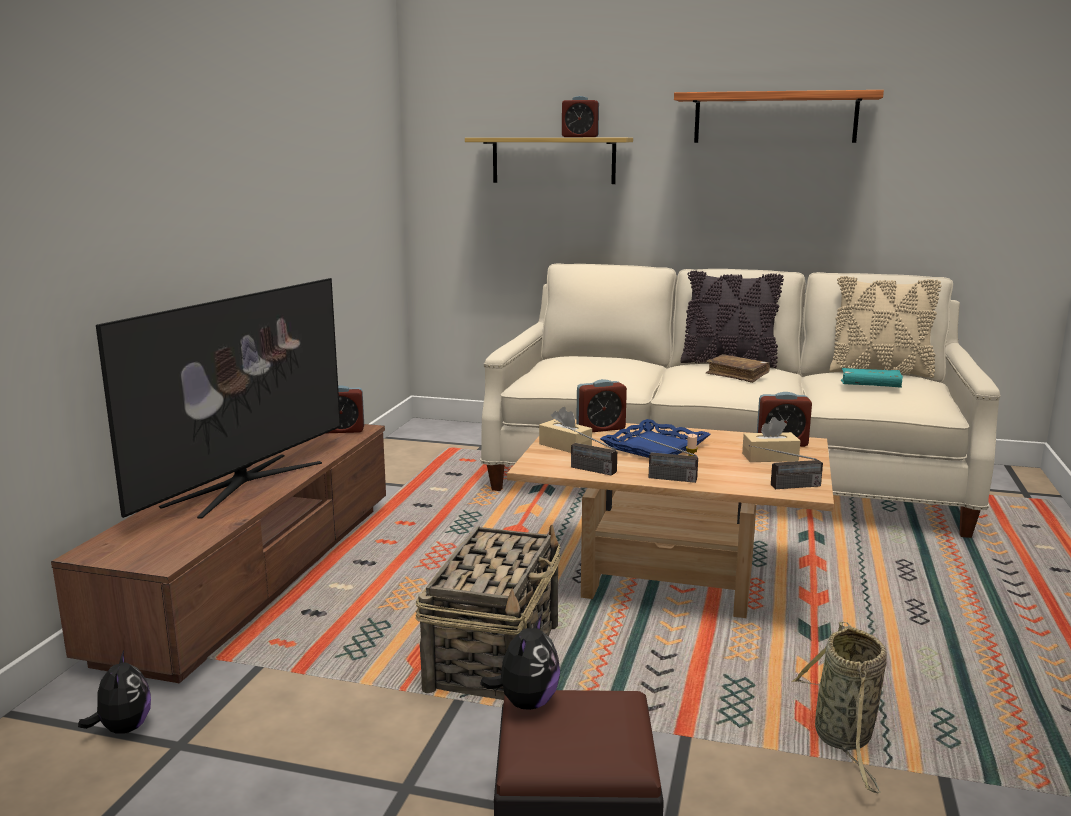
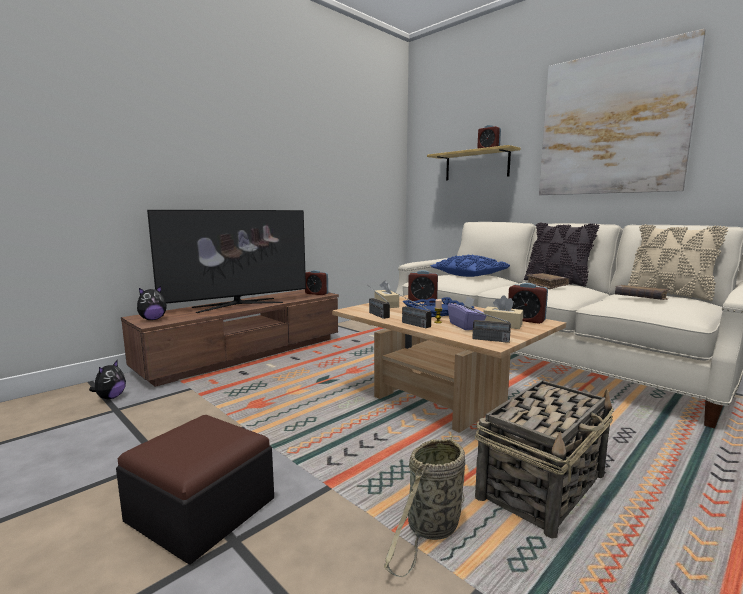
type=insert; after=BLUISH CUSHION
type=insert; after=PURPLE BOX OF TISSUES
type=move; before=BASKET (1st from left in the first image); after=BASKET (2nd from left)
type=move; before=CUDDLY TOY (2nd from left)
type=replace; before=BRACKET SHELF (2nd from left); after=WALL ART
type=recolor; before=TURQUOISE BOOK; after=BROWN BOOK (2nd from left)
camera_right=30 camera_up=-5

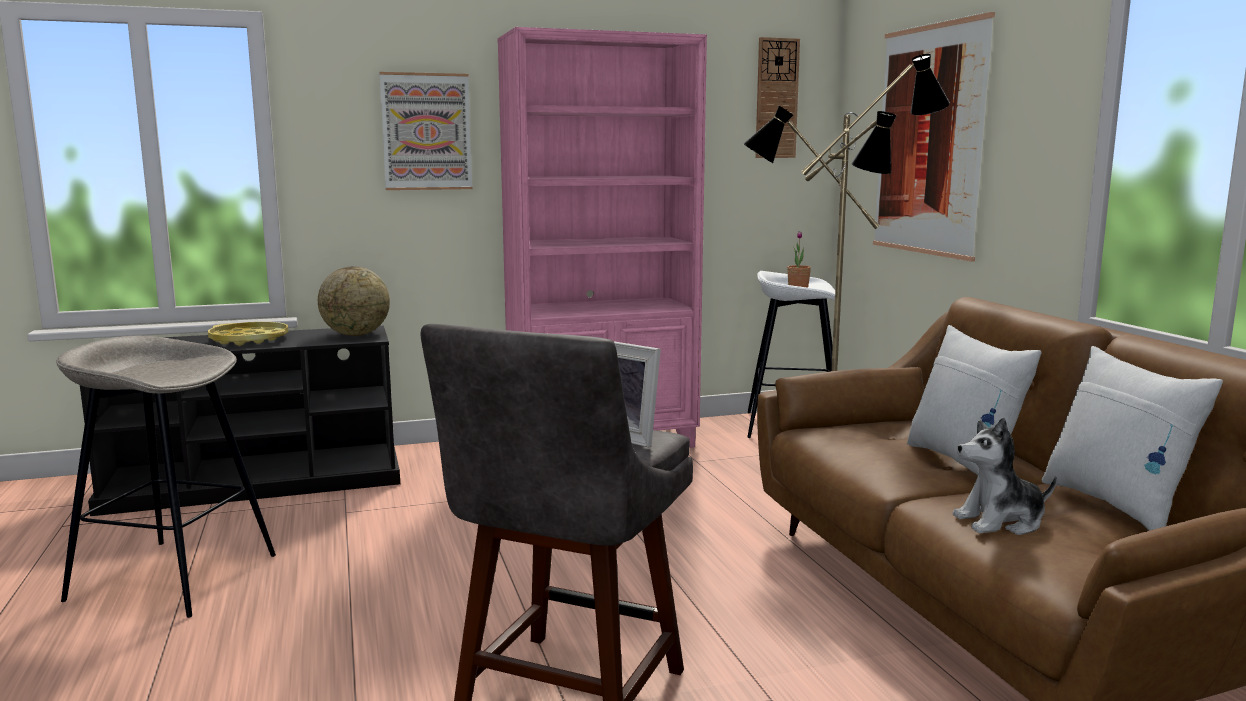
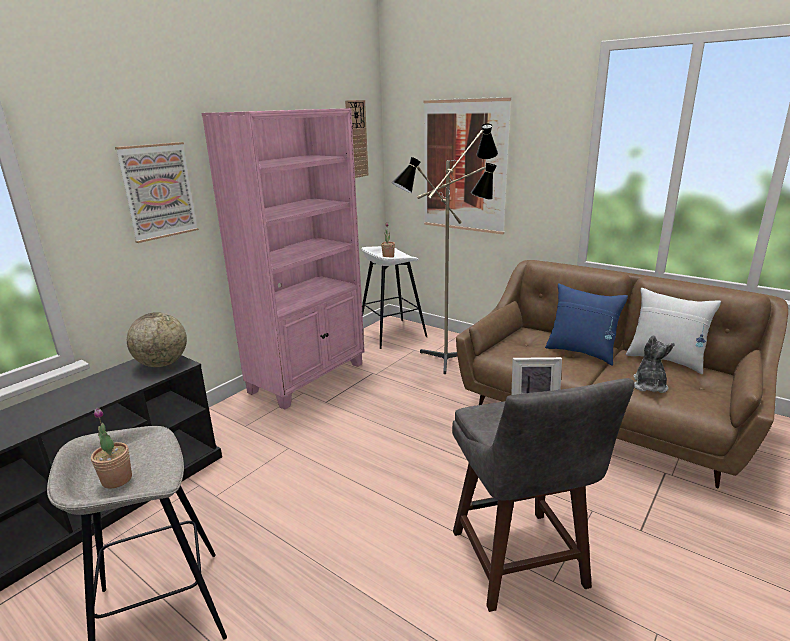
type=delete; before=YELLOW-COLOURED TRAY
type=insert; after=PLANT IN A POT (1st from left)
type=recolor; before=GREY CUSHION (1st from left); after=BLUISH CUSHION
type=rotate; before=CUDDLY TOY; turn=150
camera_right=-35 camera_up=10

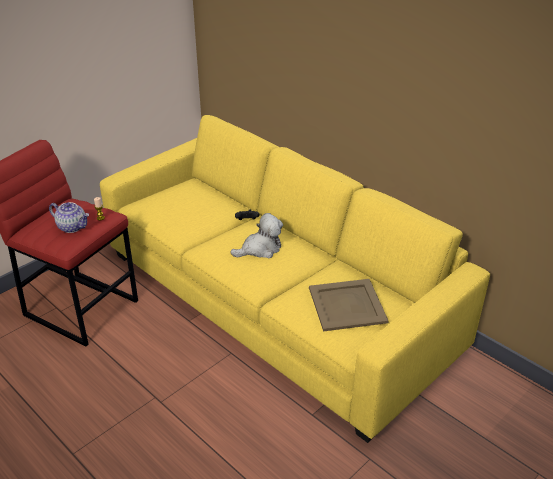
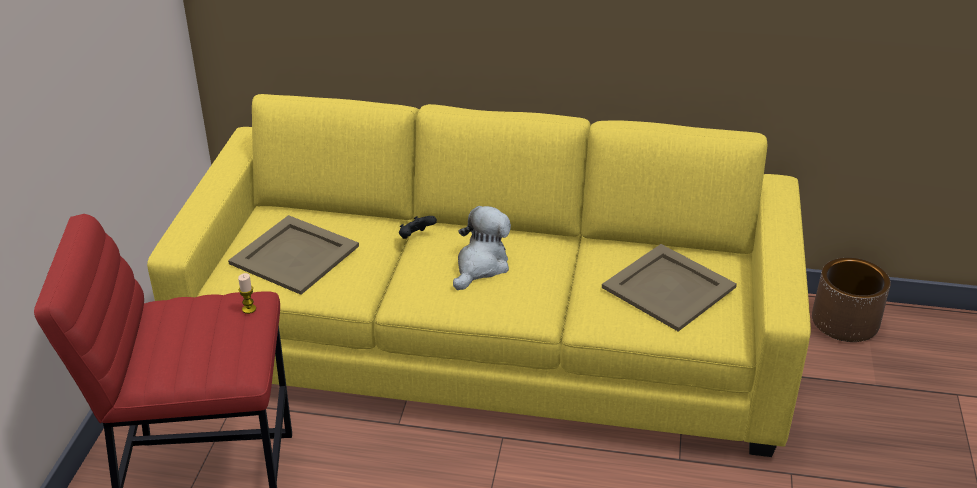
type=delete; before=TEAPOT
type=insert; after=SAND-COLOURED TRAY (1st from left)
type=insert; after=BROWN PLANTER
camera_right=-35 camera_up=0

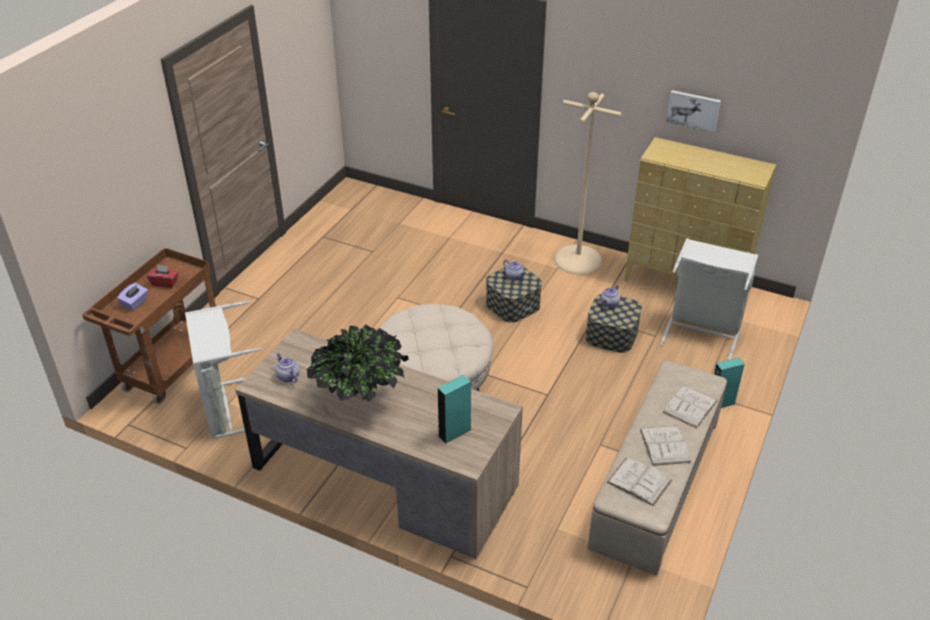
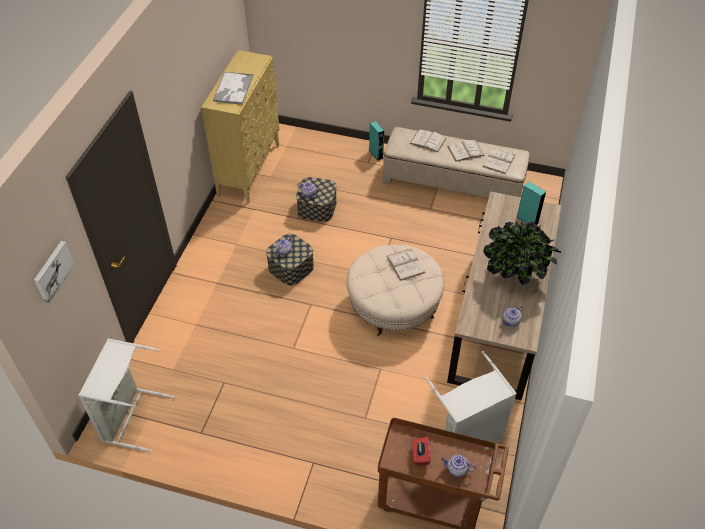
type=delete; before=SAND-COLOURED GARMENT STAND
type=insert; after=TRAY
type=insert; after=WHITISH BOOK (1st from left)
type=move; before=GREY LAUNDRY BASKET (2nd from left in the first image); after=GREY LAUNDRY BASKET (1st from left)
type=move; before=WALL ART
type=replace; before=PURPLE BOX OF TISSUES; after=TEAPOT (3rd from left)
camera_right=-100 camera_up=10

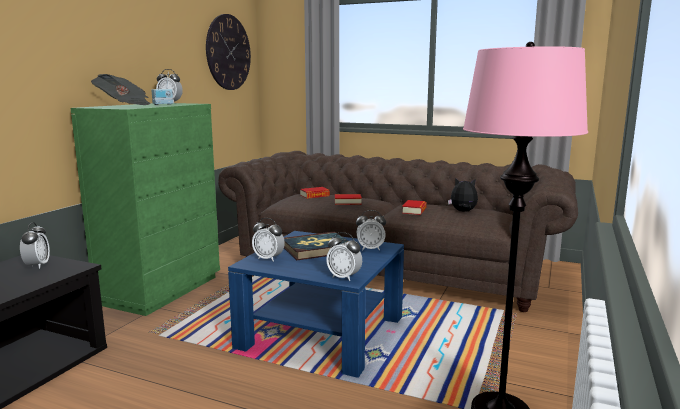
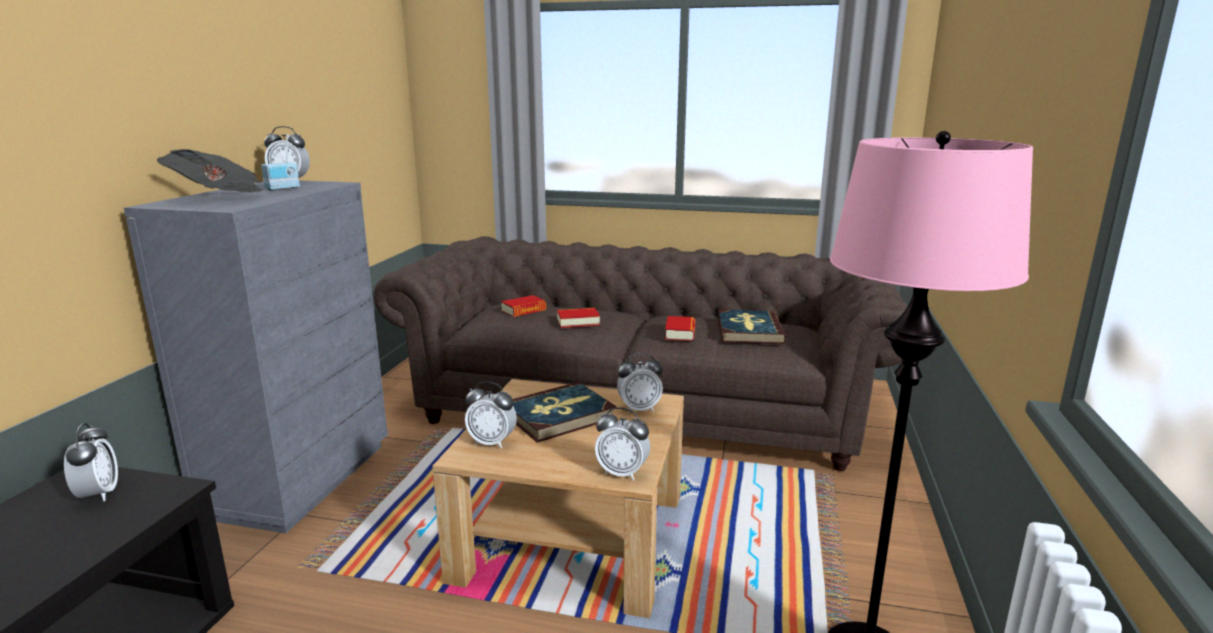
type=delete; before=CLOCK ON THE WALL
type=replace; before=CUDDLY TOY; after=BOOK (5th from left)
type=recolor; before=GREEN DRAWER CHEST; after=GREY DRAWER CHEST
type=recolor; before=BLUISH LOUNGE TABLE; after=BROWN LOUNGE TABLE
camera_right=-10 camera_up=5

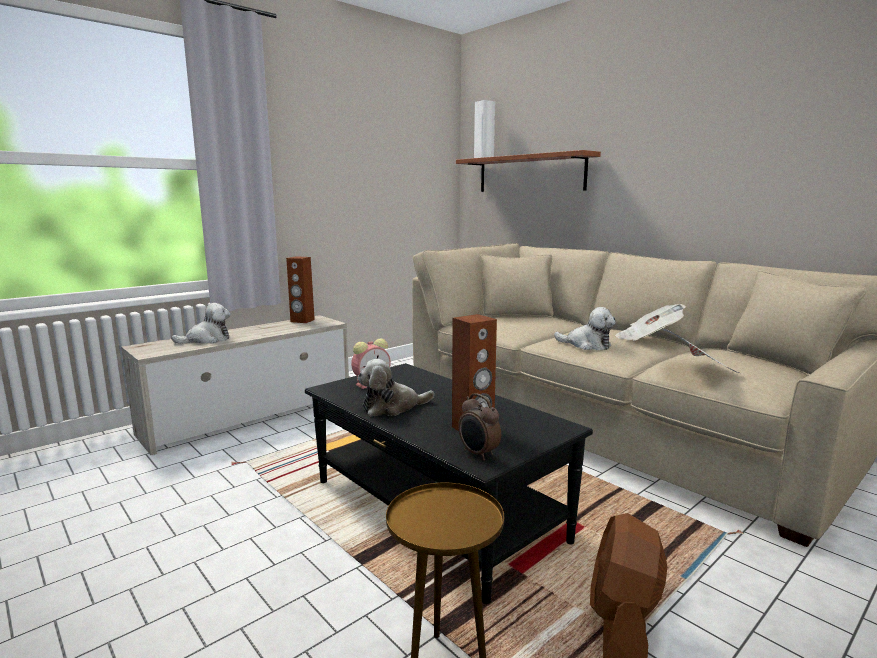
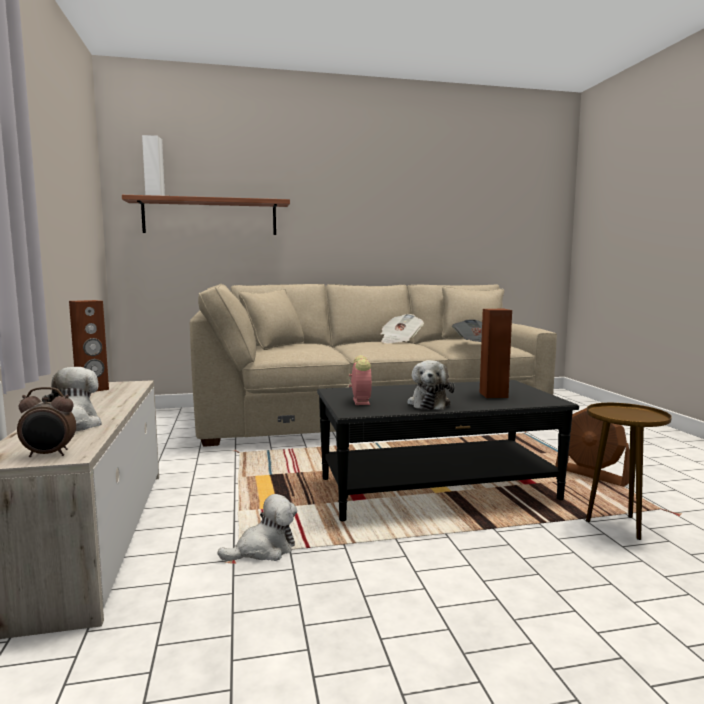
type=move; before=TABLE CLOCK (2nd from left in the first image); after=TABLE CLOCK (1st from left)
type=move; before=CUDDLY TOY (3rd from left in the first image); after=CUDDLY TOY (2nd from left)
camera_right=-60 camera_up=-5

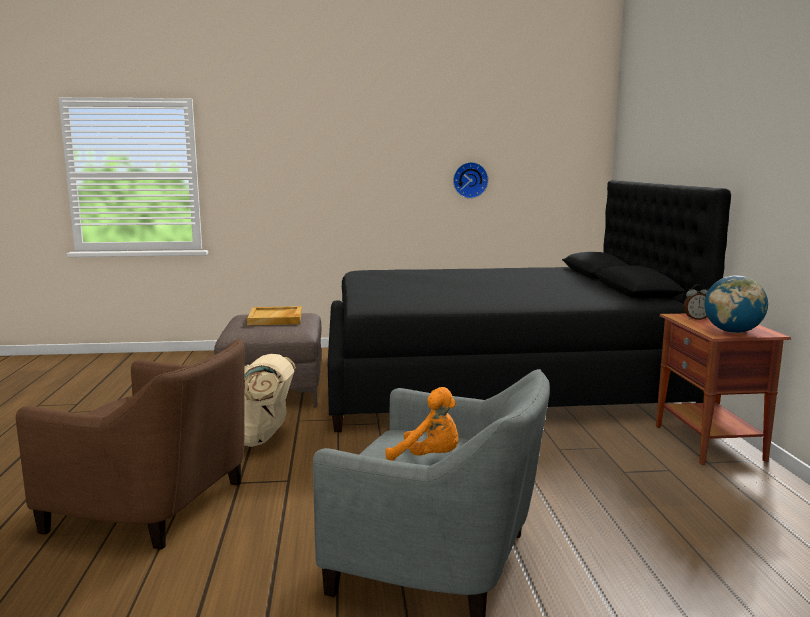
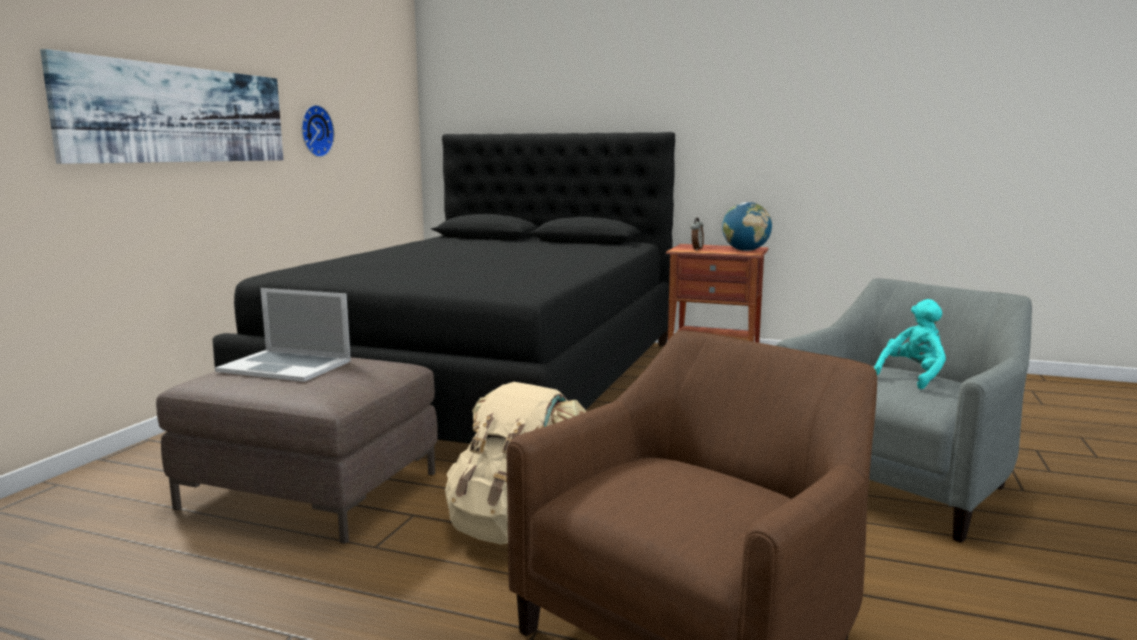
type=insert; after=WALL ART
type=replace; before=SAND-COLOURED TRAY; after=LAPTOP
type=recolor; before=ORANGE-COLOURED CUDDLY TOY; after=TURQUOISE CUDDLY TOY
camera_right=-65 camera_up=0

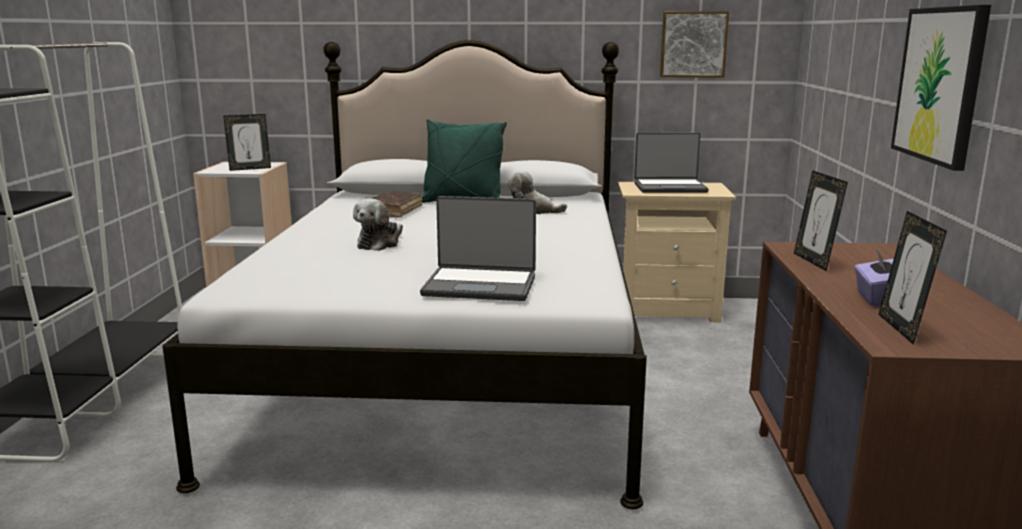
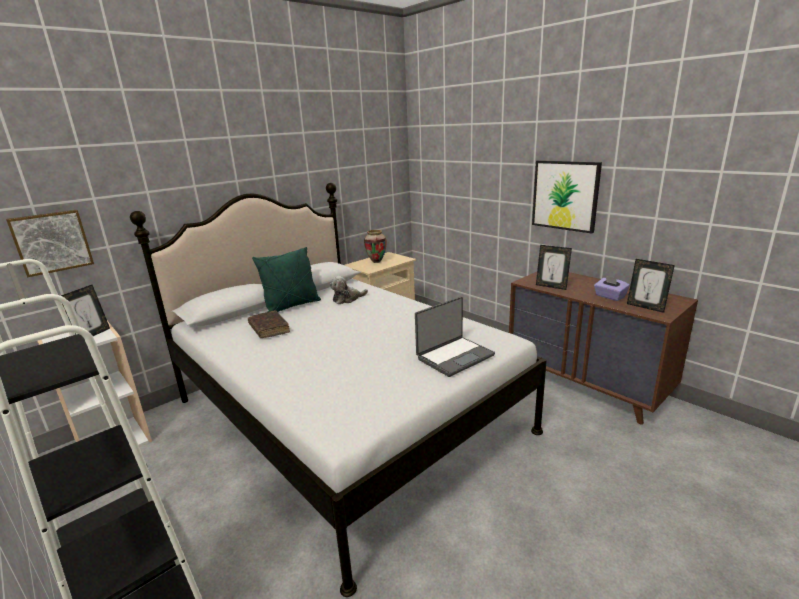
type=delete; before=CUDDLY TOY (1st from left)
type=move; before=WALL ART (1st from left)
type=replace; before=LAPTOP (2nd from left); after=DECORATIVE VASE
camera_right=-45 camera_up=5

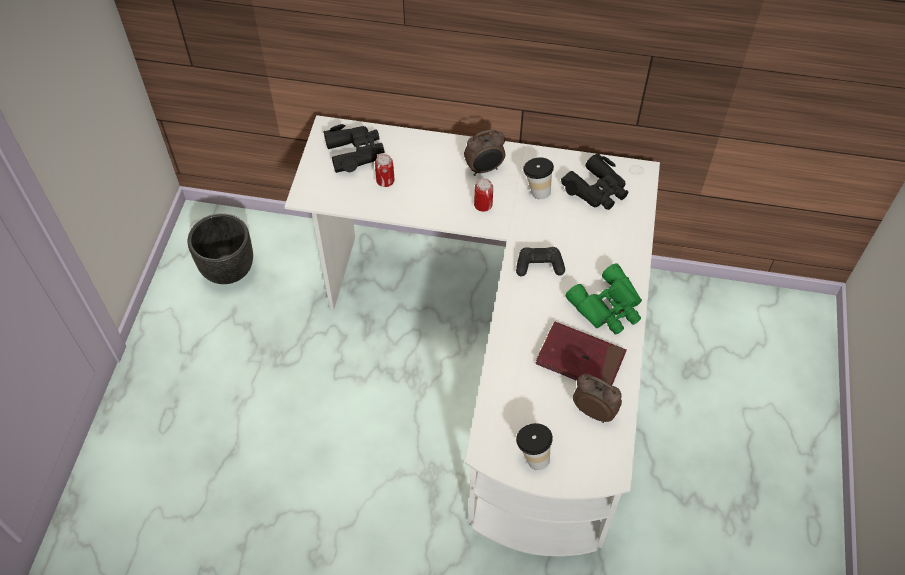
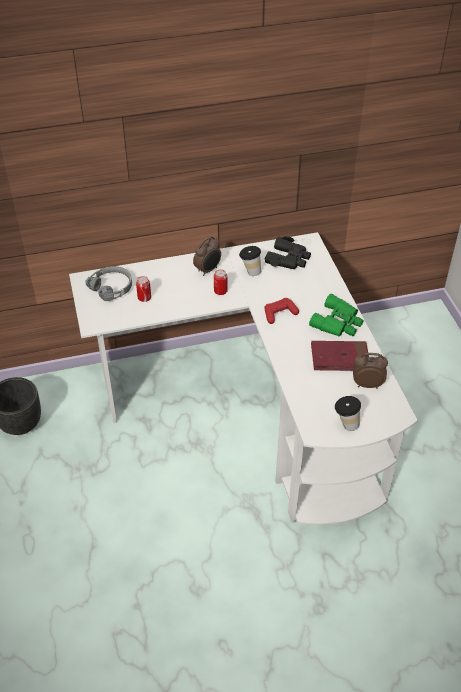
type=replace; before=BLACK-COLOURED BINOCULARS (1st from left); after=GREY HEADSET
type=recolor; before=BLACK-COLOURED GAMEPAD; after=REDDISH GAMEPAD
camera_right=-25 camera_up=-10

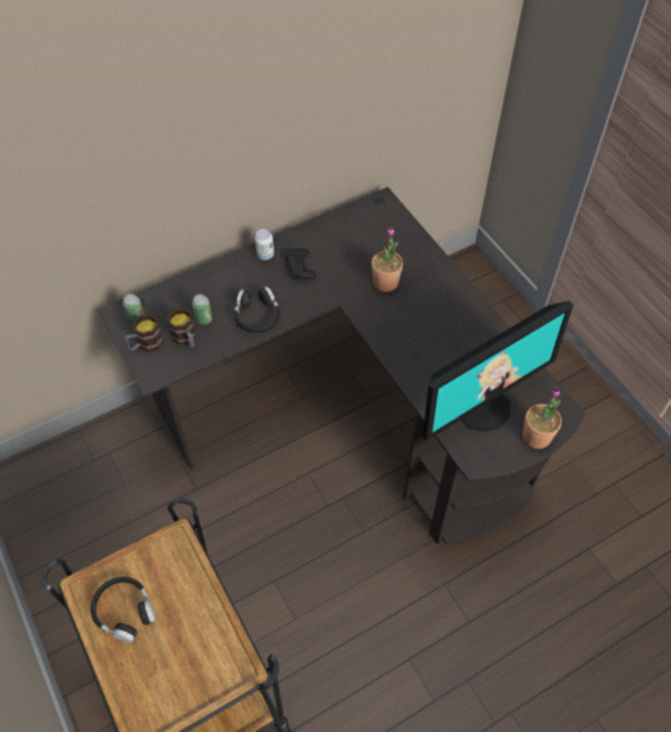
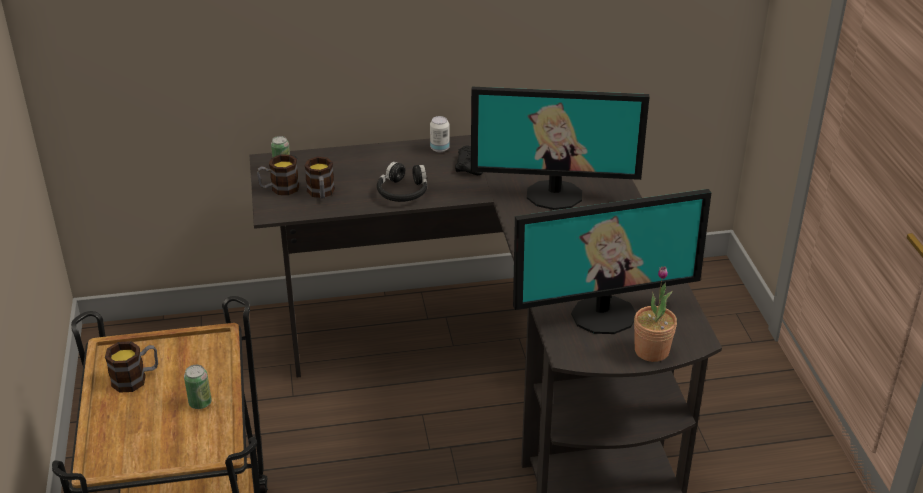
type=move; before=CAN (2nd from left in the first image); after=CAN (1st from left)
type=replace; before=BLACK-COLOURED HEADSET (1st from left); after=COFFEE MUG (1st from left)
type=replace; before=PLANT IN A POT (1st from left); after=COMPUTER DISPLAY (1st from left)
camera_right=20 camera_up=-20

